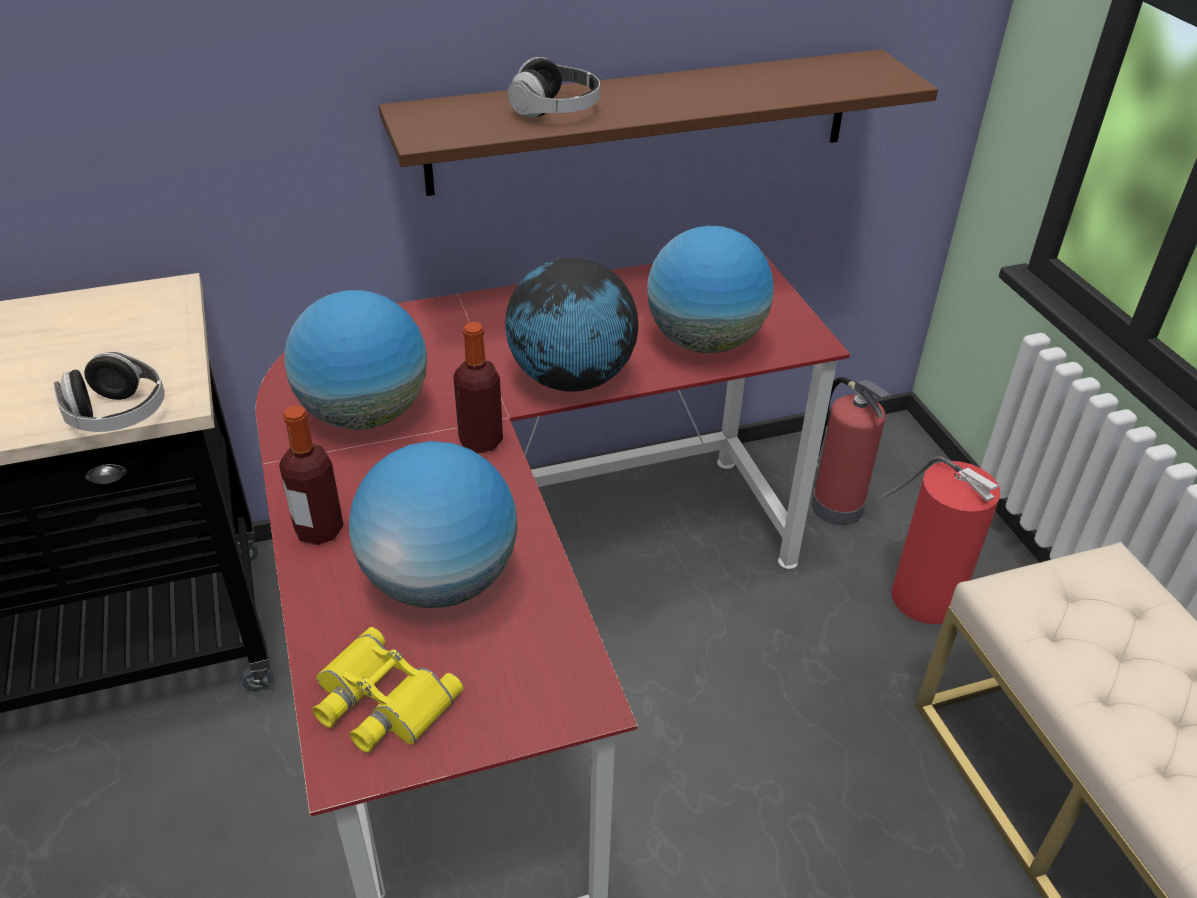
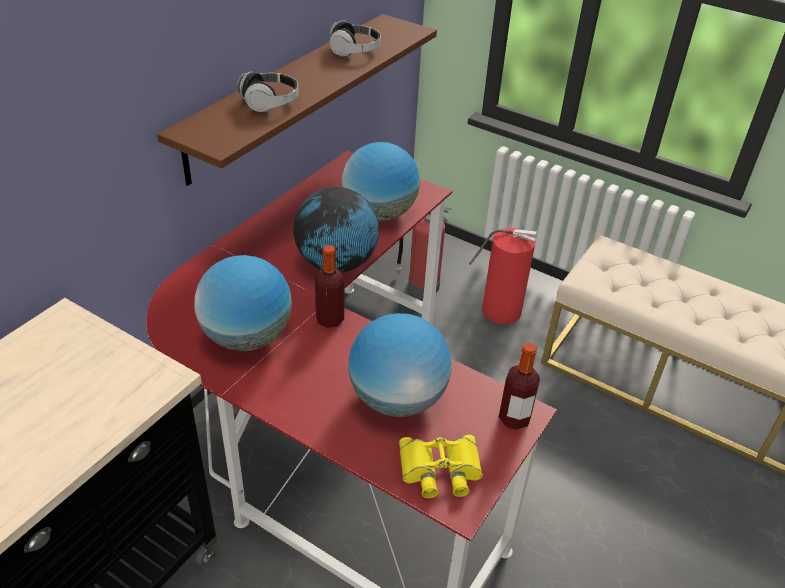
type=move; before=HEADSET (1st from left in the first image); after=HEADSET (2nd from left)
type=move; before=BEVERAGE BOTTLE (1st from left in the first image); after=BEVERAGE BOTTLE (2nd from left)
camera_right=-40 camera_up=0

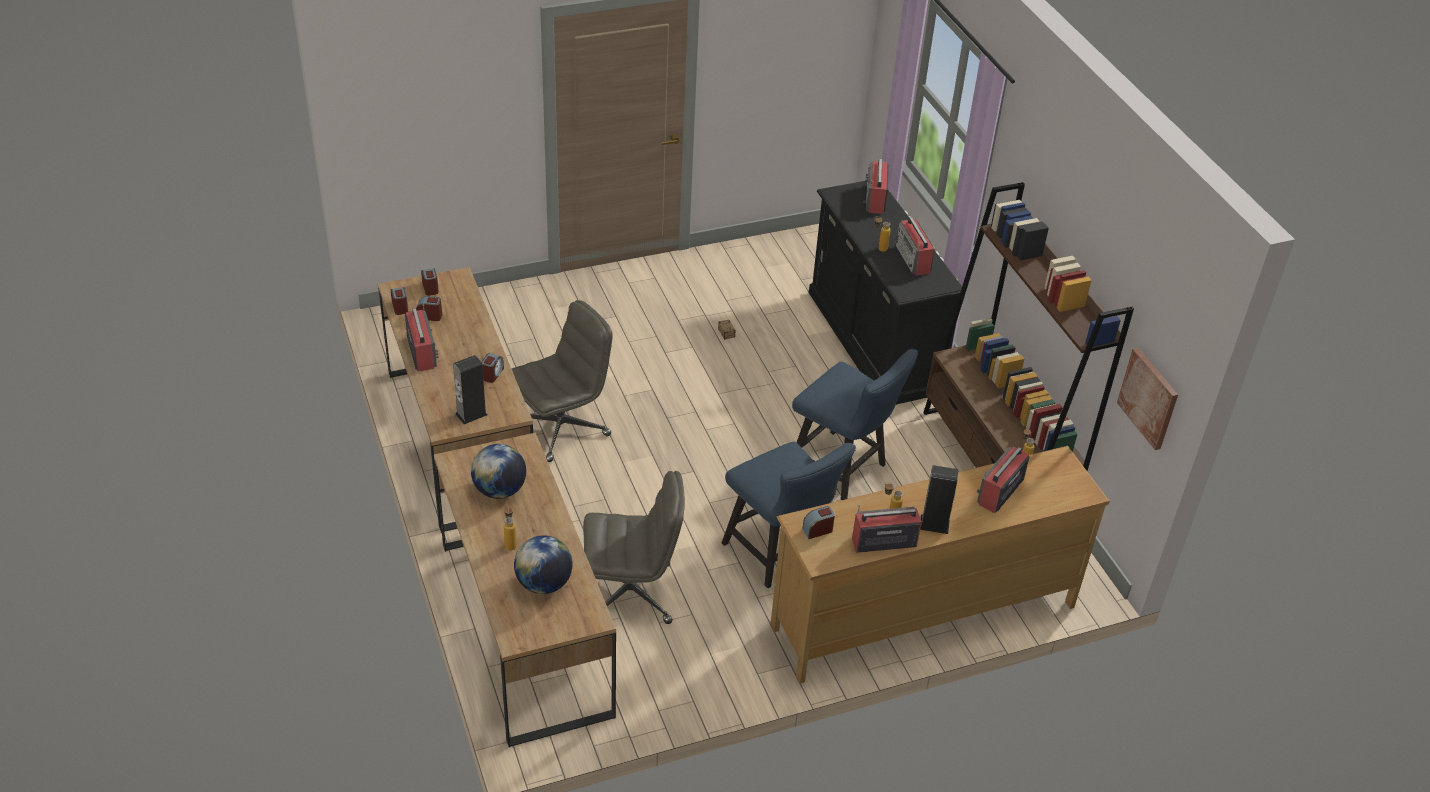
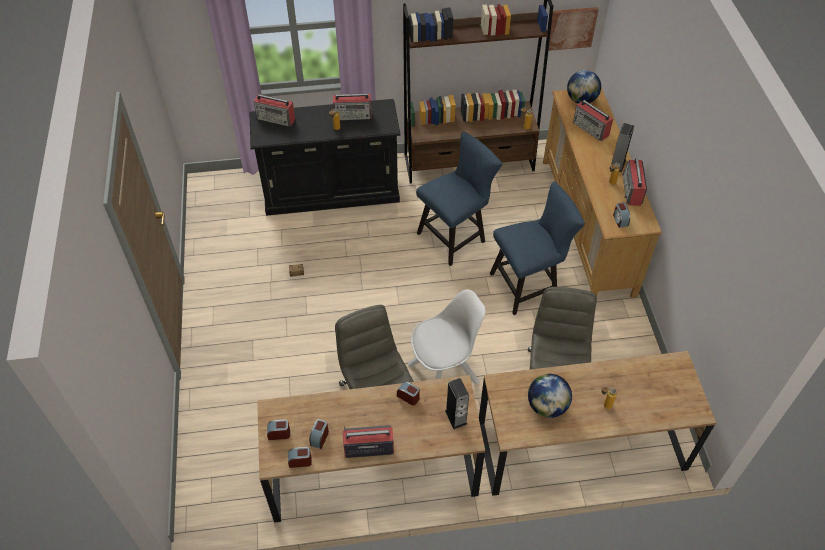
type=insert; after=WHITISH CHAIR
type=move; before=WORLD GLOBE (2nd from left)
camera_right=-75 camera_up=10

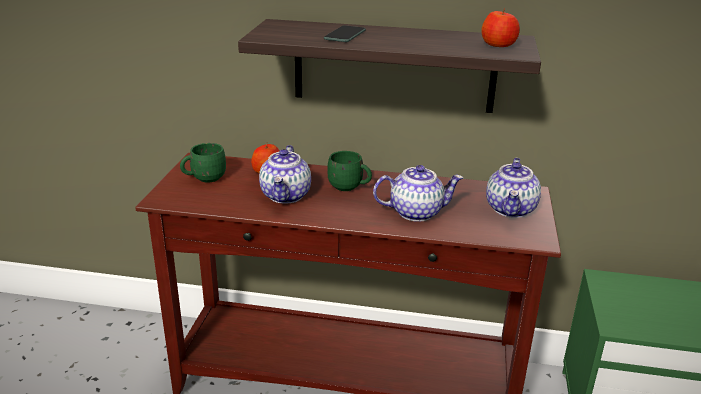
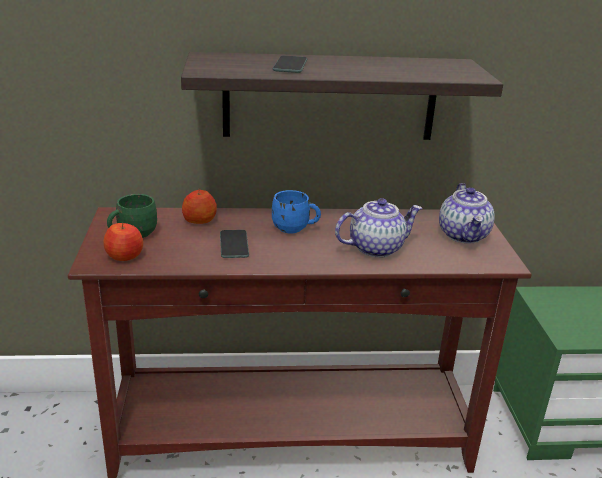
type=move; before=WHOLE APPLE (2nd from left in the first image); after=WHOLE APPLE (1st from left)
type=replace; before=TEAPOT (1st from left); after=TELEPHONE (1st from left)
type=recolor; before=GREEN COFFEE MUG (2nd from left); after=BLUISH COFFEE MUG
camera_right=-15 camera_up=0

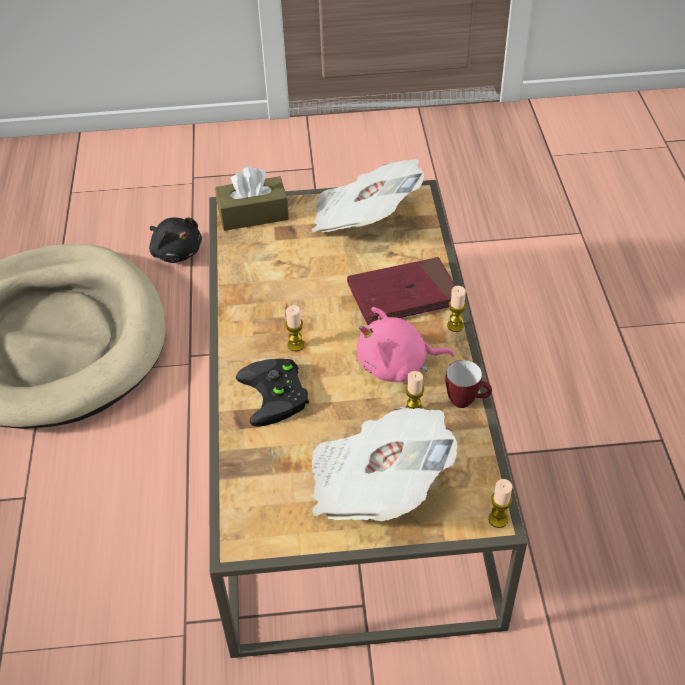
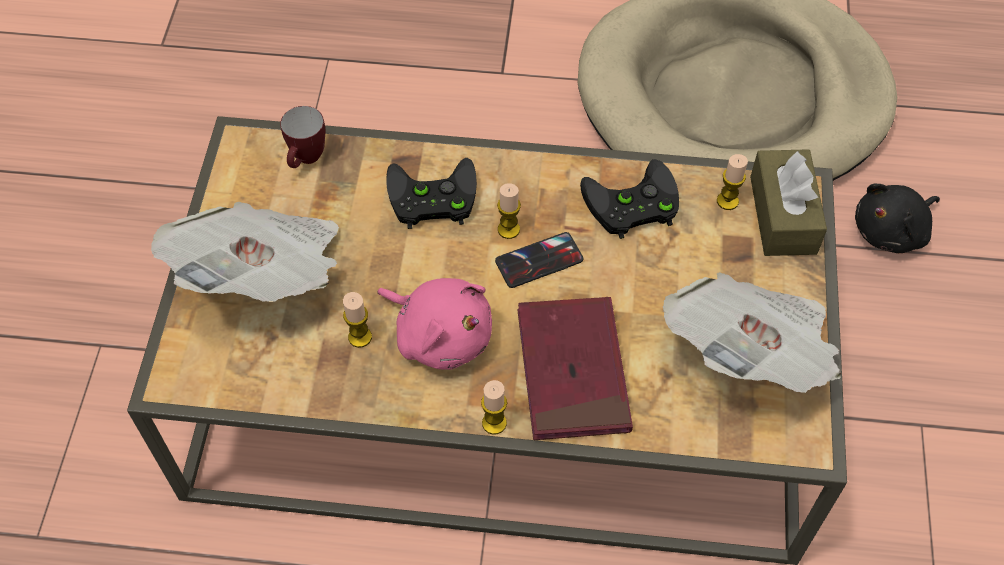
type=insert; after=TELEPHONE
type=insert; after=BLACK-COLOURED GAMEPAD (2nd from left)
type=move; before=COFFEE MUG
type=move; before=CANDLE (4th from left)
type=rotate; before=PINK-COLOURED CUDDLY TOY; turn=120
camera_right=100 camera_up=10

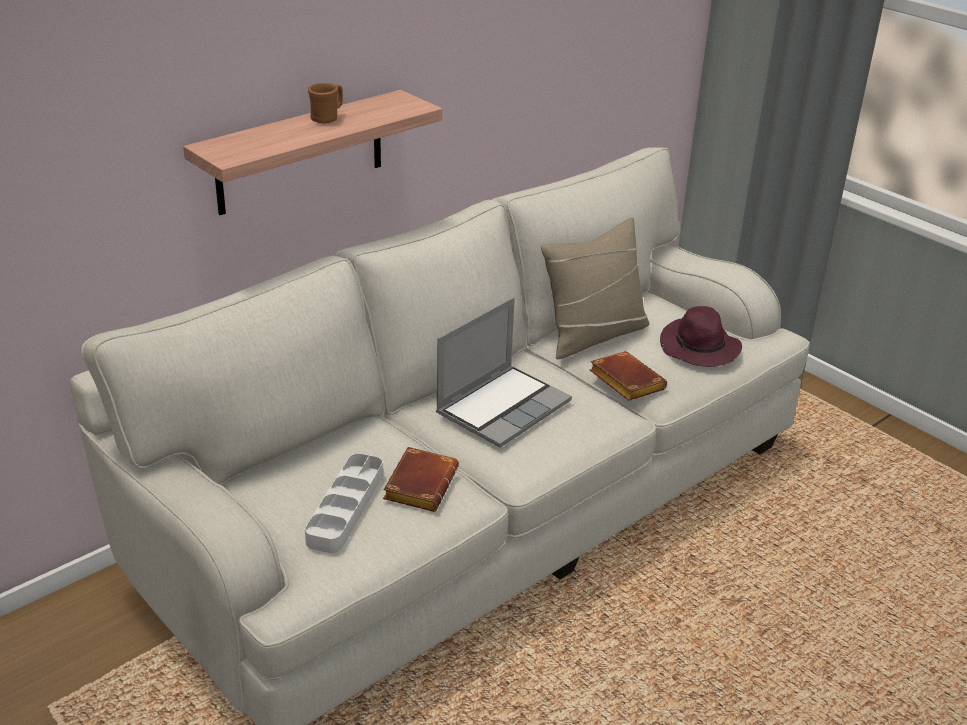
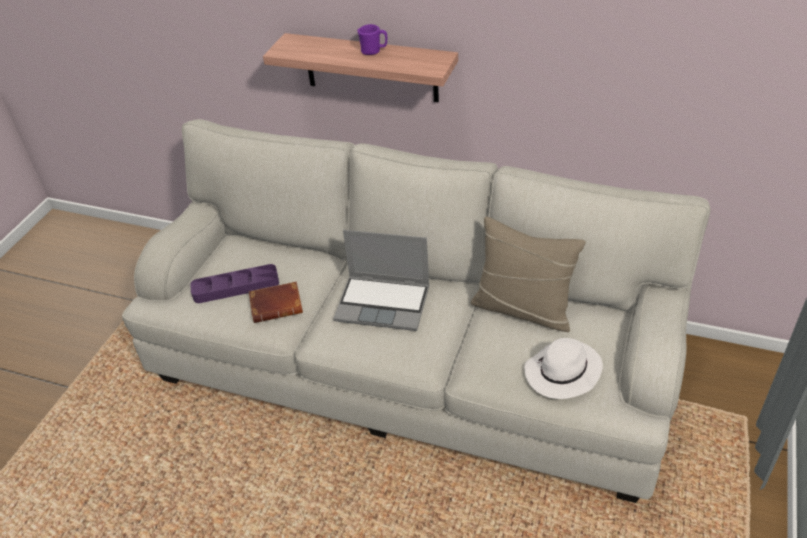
type=delete; before=BROWN BOOK (2nd from left)
type=recolor; before=GREY TRAY; after=PURPLE TRAY
type=recolor; before=BROWN COFFEE MUG; after=PURPLE COFFEE MUG
type=recolor; before=PURPLE CLOTHING HAT; after=WHITISH CLOTHING HAT
camera_right=65 camera_up=10

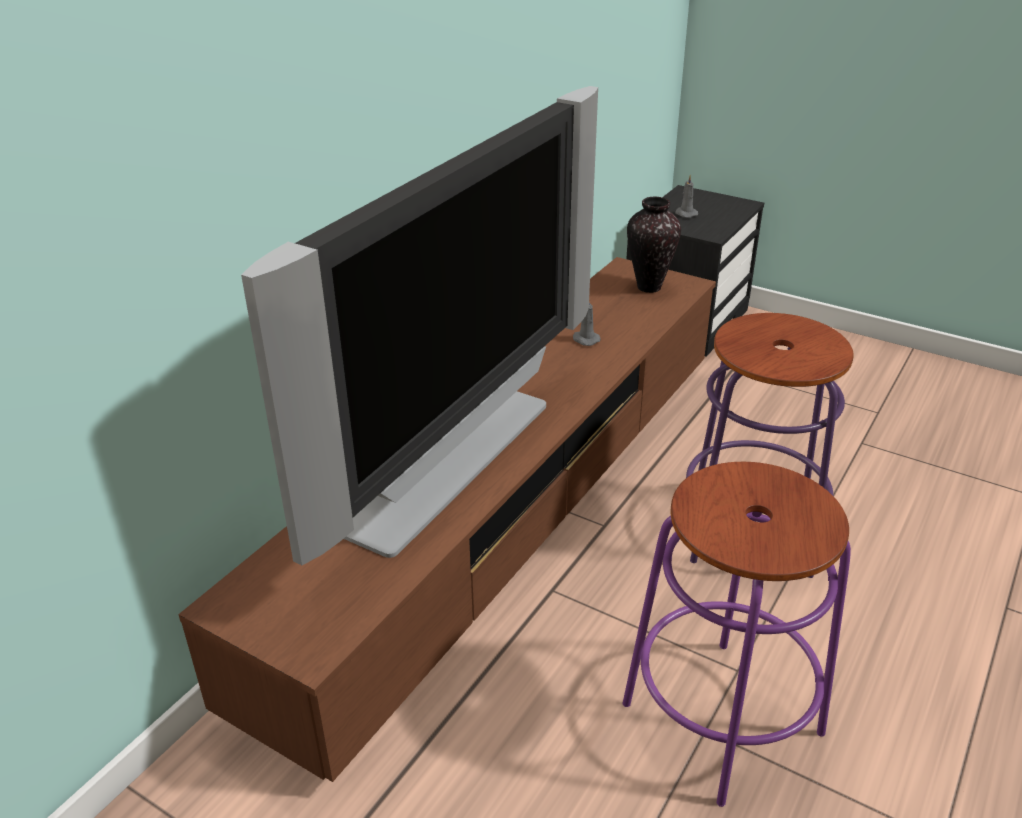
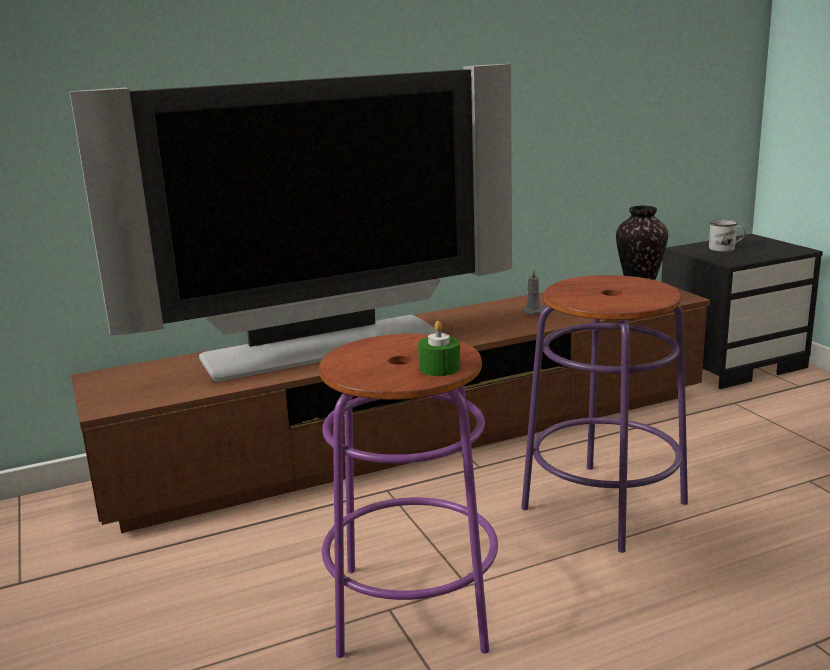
type=insert; after=GREEN CANDLE
type=replace; before=GREY CANDLE (2nd from left); after=WHITISH COFFEE MUG
camera_right=35 camera_up=-15

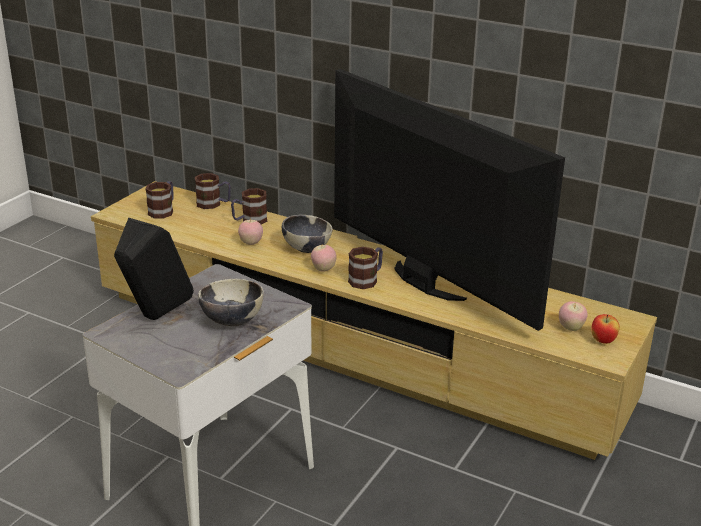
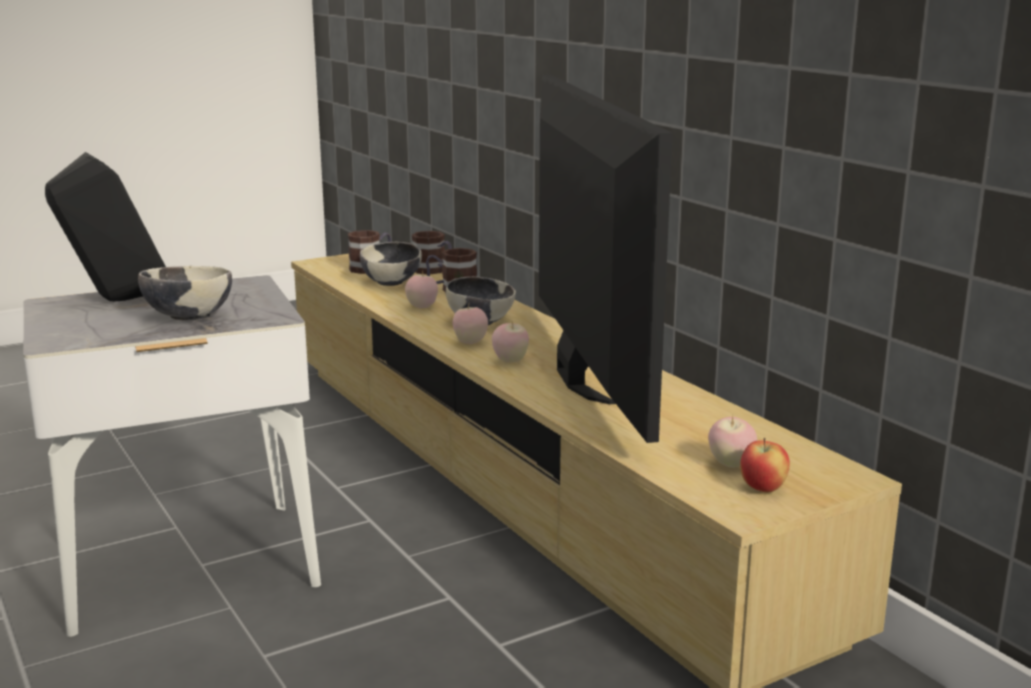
type=insert; after=DEEP DISH (2nd from left)
type=replace; before=COFFEE MUG (4th from left); after=WHOLE APPLE (3rd from left)
camera_right=30 camera_up=-10

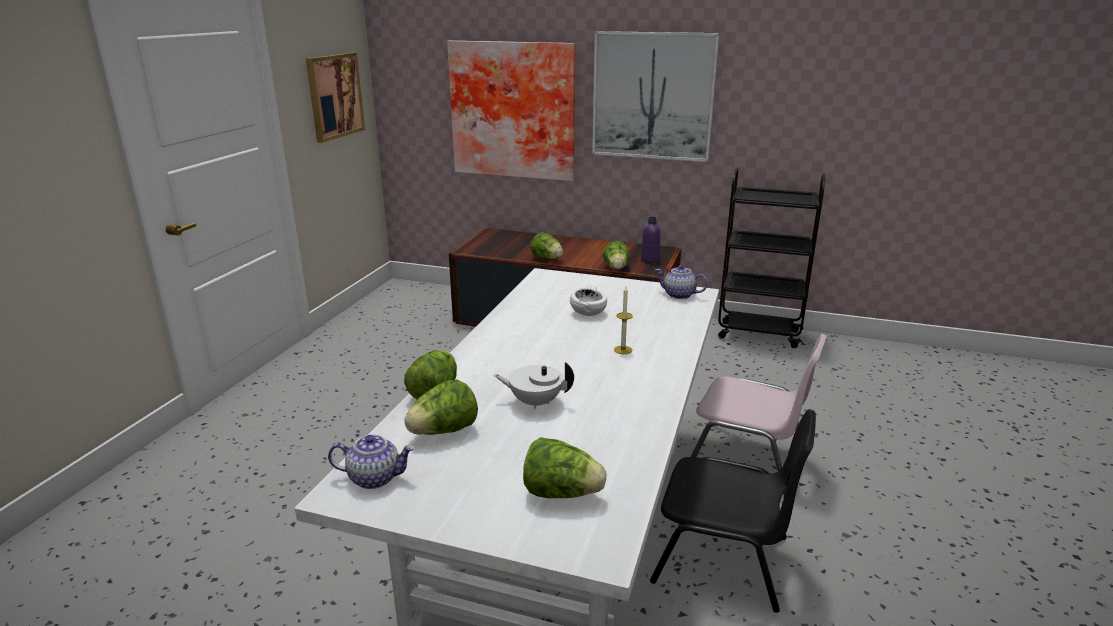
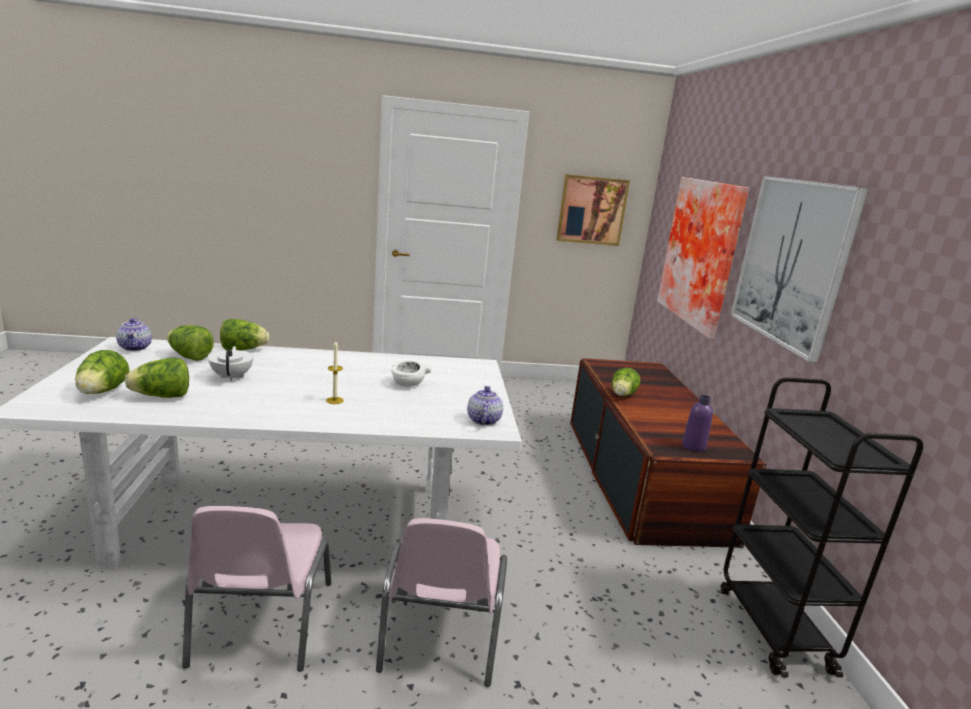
type=move; before=LETTUCE HEAD (5th from left in the first image); after=LETTUCE HEAD (2nd from left)
type=recolor; before=BLACK-COLOURED CHAIR; after=PINK-COLOURED CHAIR (1st from left)
camera_right=65 camera_up=-5

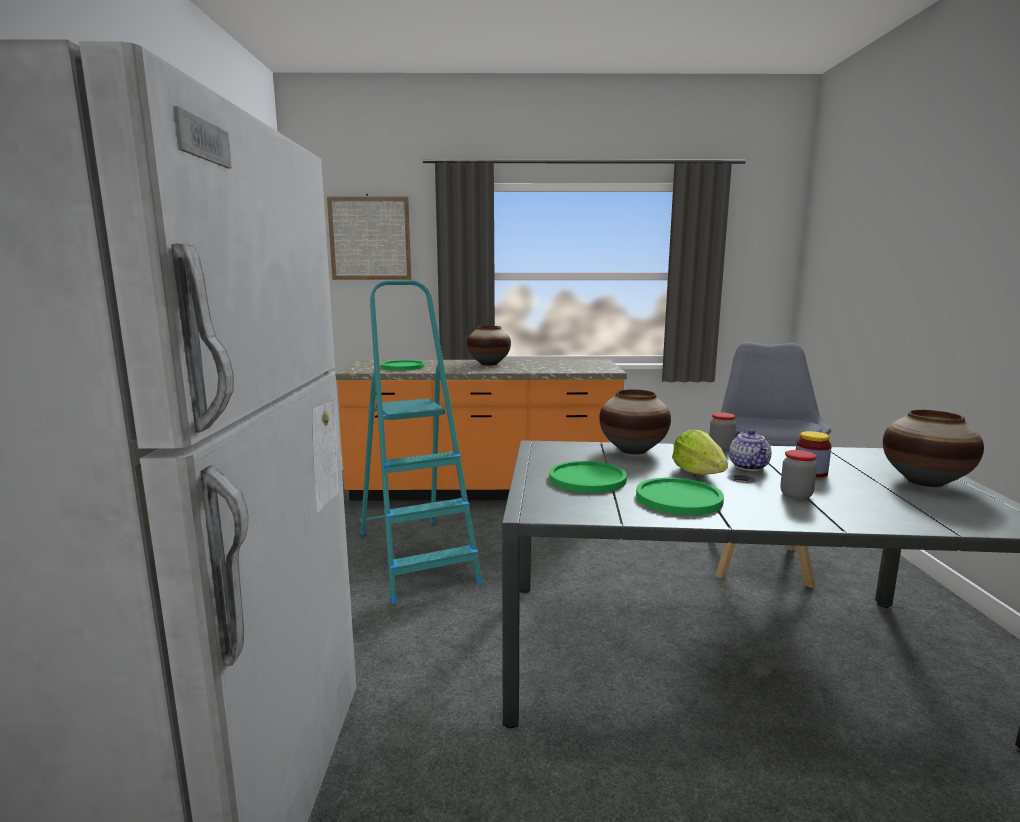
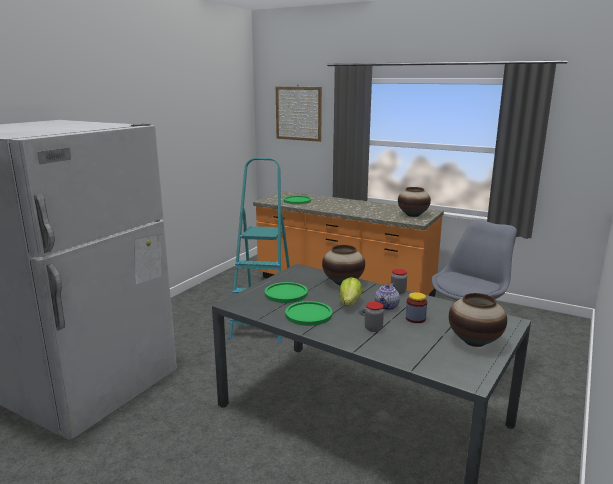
type=move; before=DECORATIVE VASE (1st from left in the first image); after=DECORATIVE VASE (2nd from left)
camera_right=30 camera_up=5

